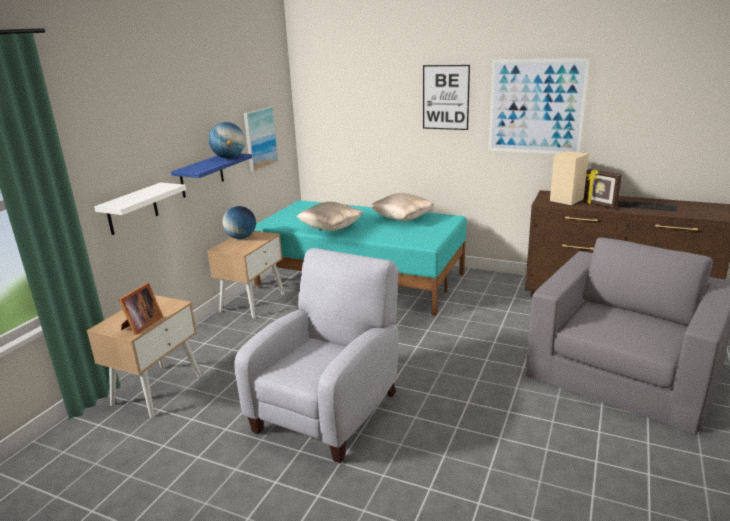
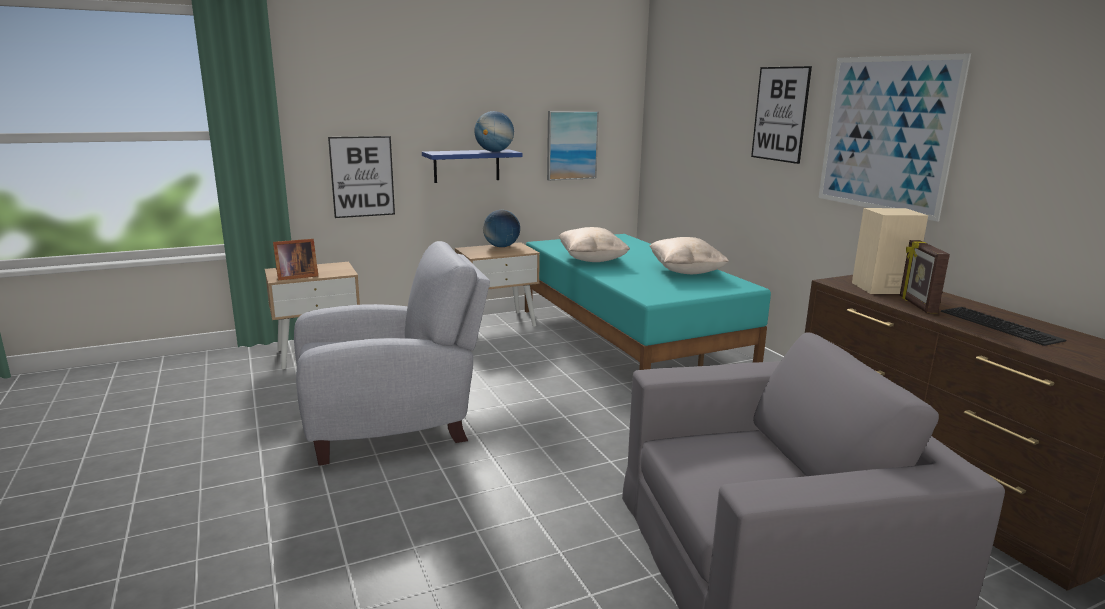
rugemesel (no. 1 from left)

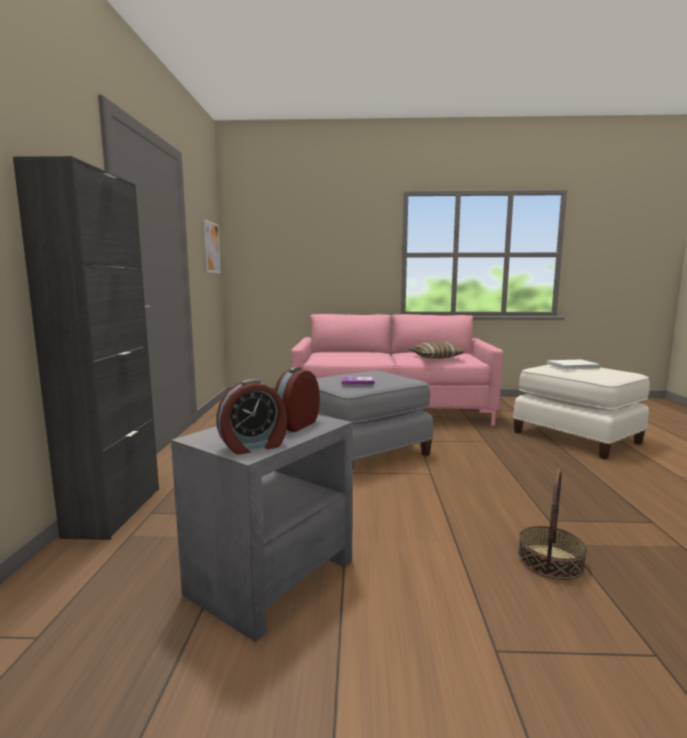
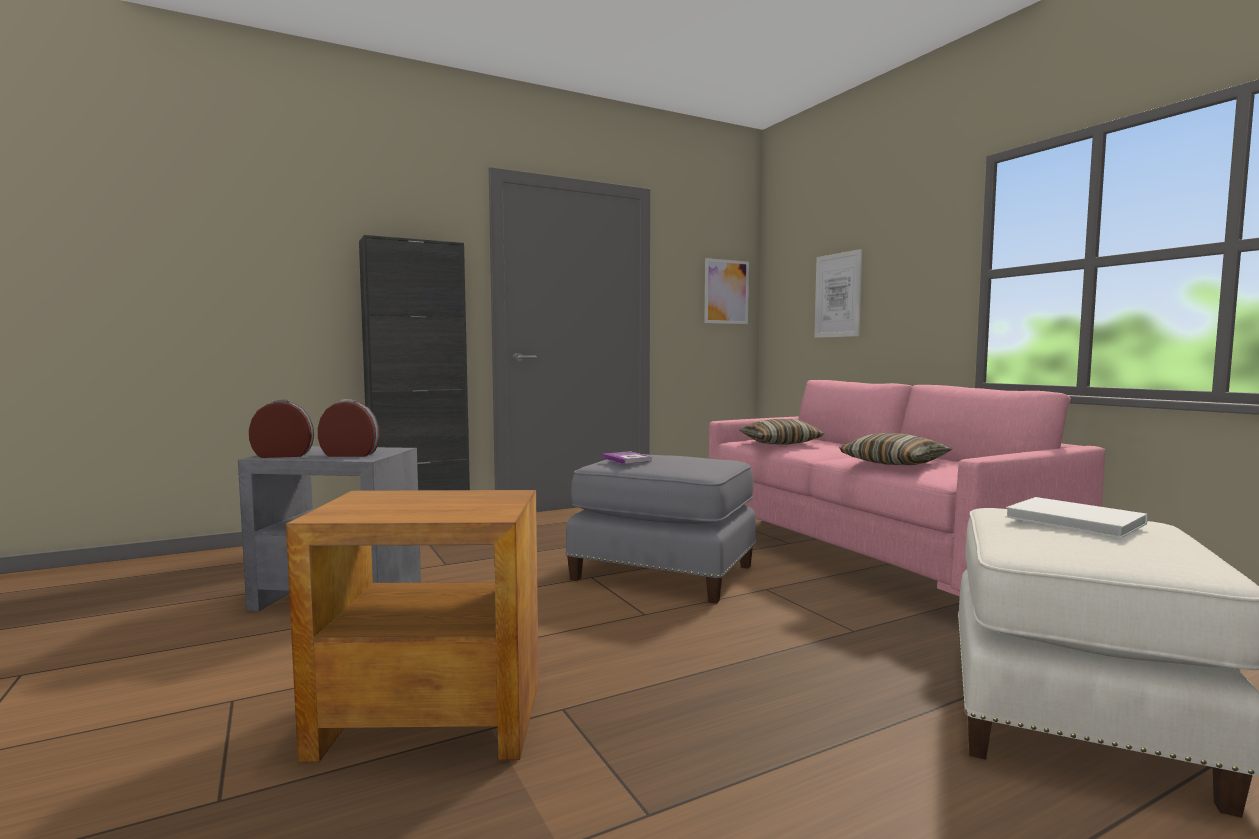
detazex (no. 1 from left)
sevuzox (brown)
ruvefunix (no. 1 from left)
rugemesel (no. 2 from left)

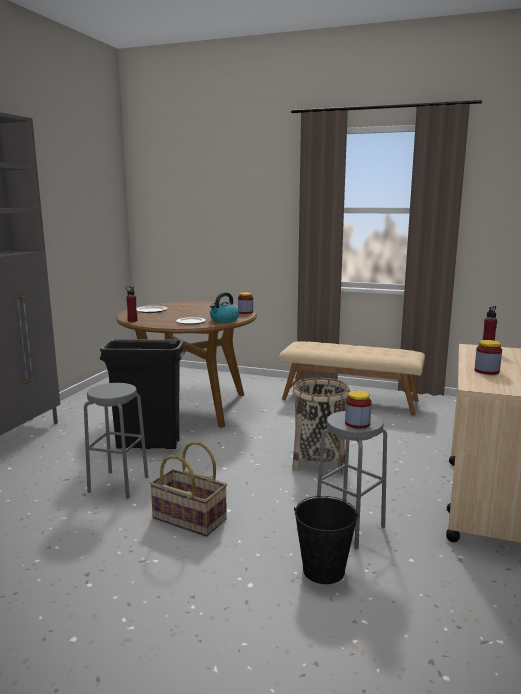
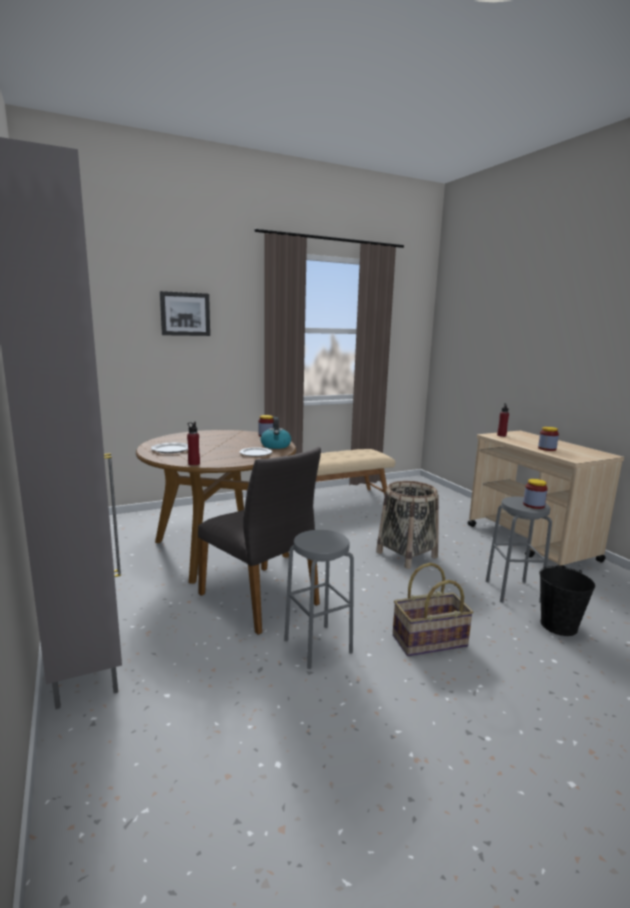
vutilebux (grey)
rugemesel

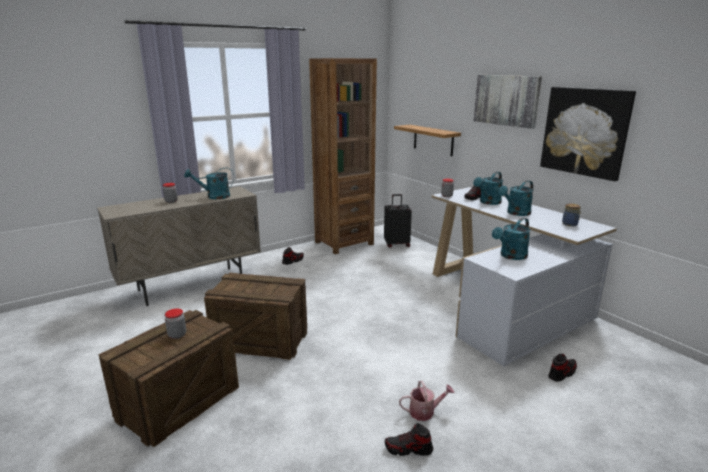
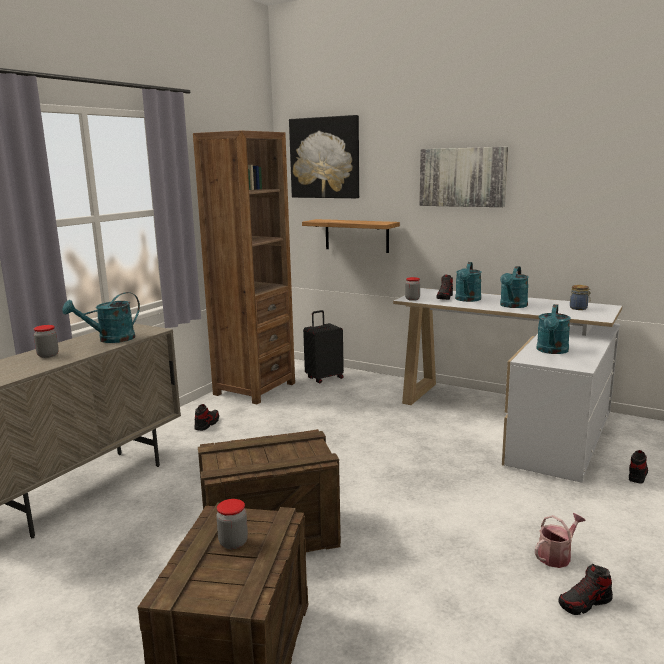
rugemesel (no. 1 from left)

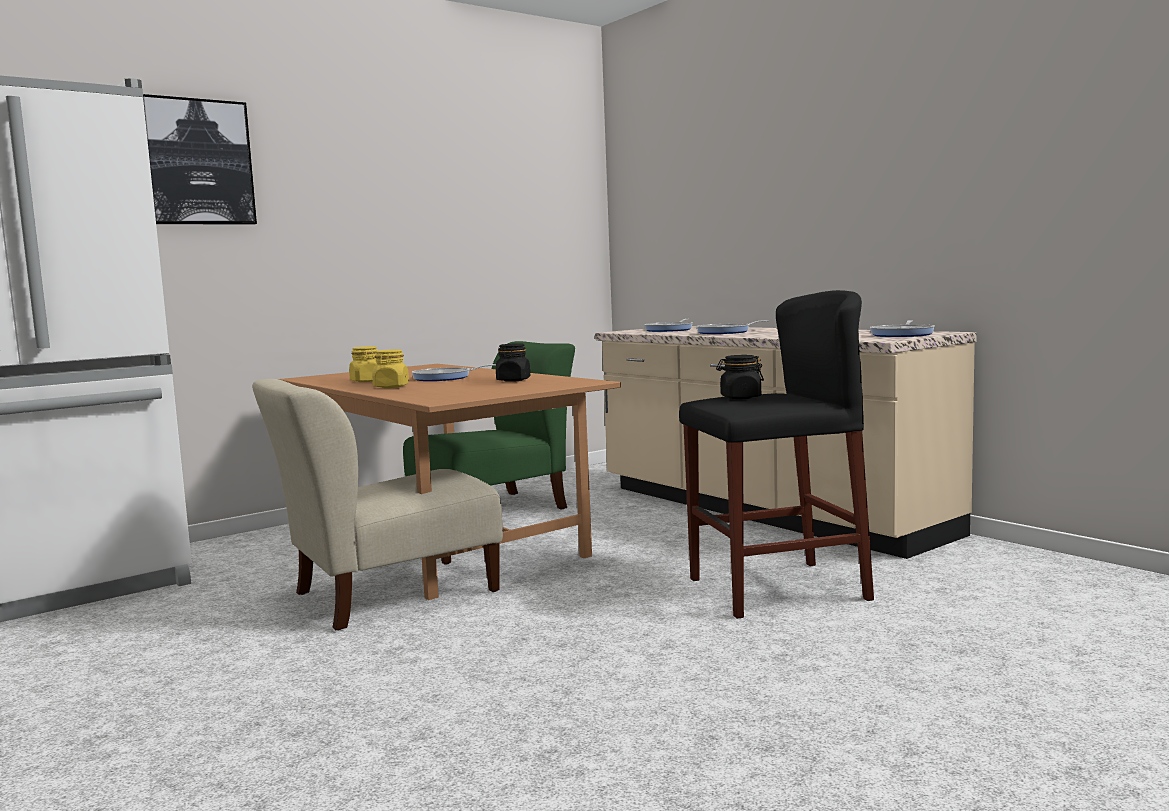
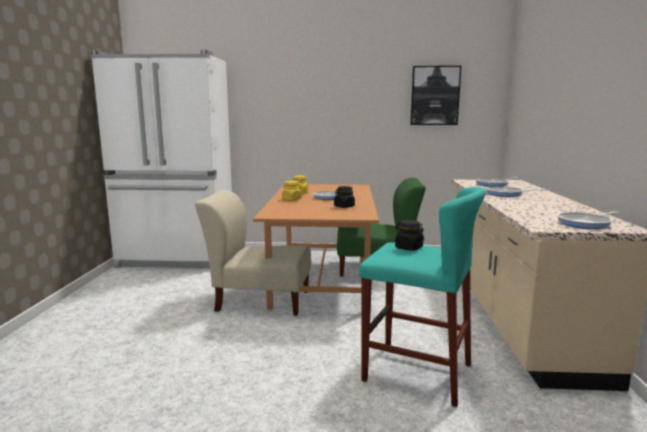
rugemesel
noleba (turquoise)

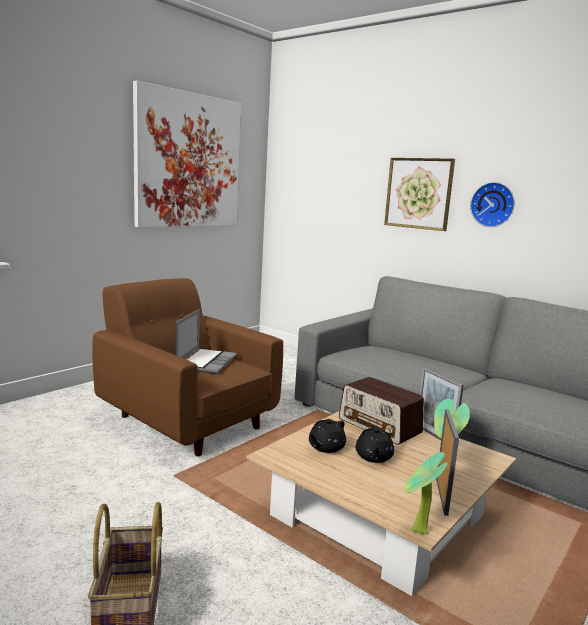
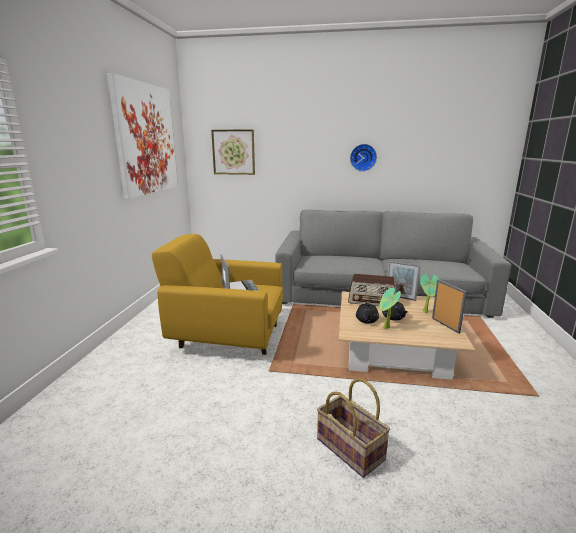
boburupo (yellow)
rugemesel (no. 2 from left)
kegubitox (no. 1 from left)

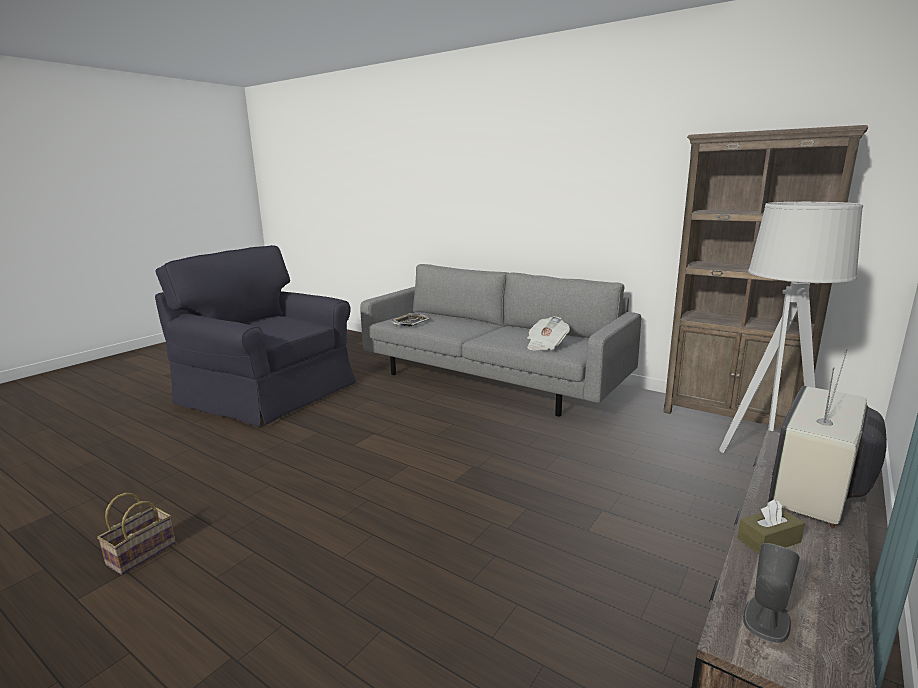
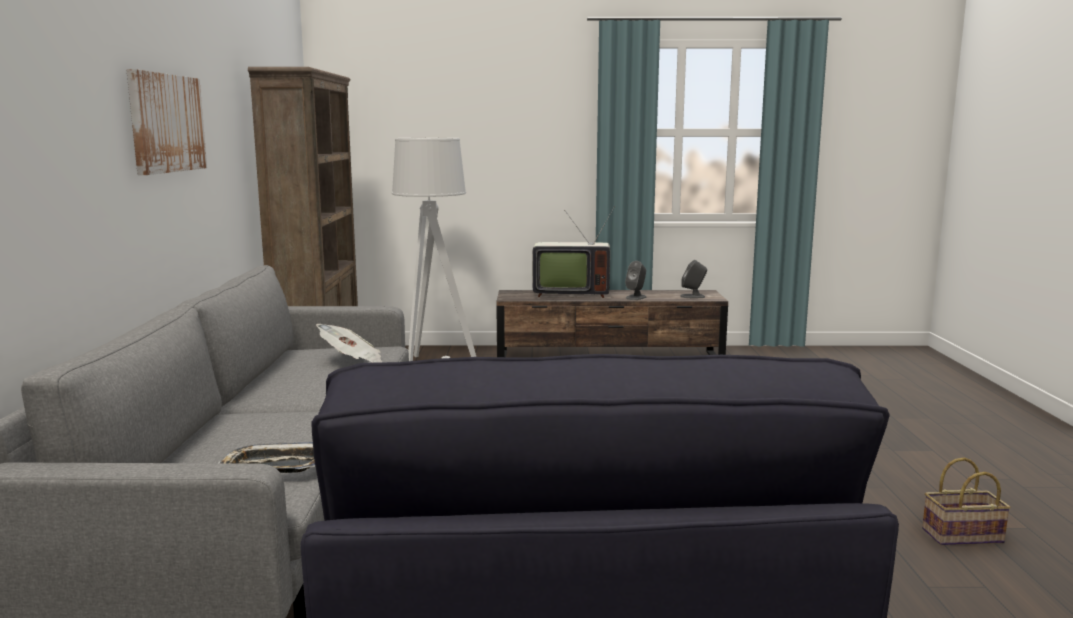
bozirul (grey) (no. 1 from left)
rugemesel

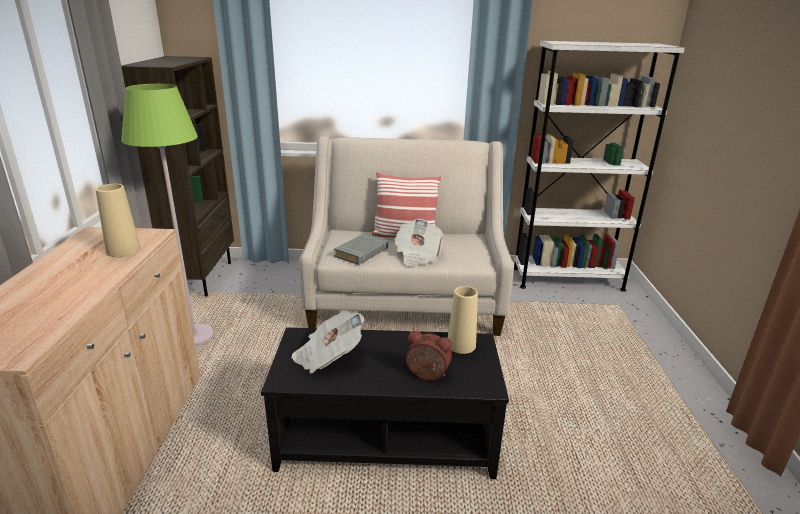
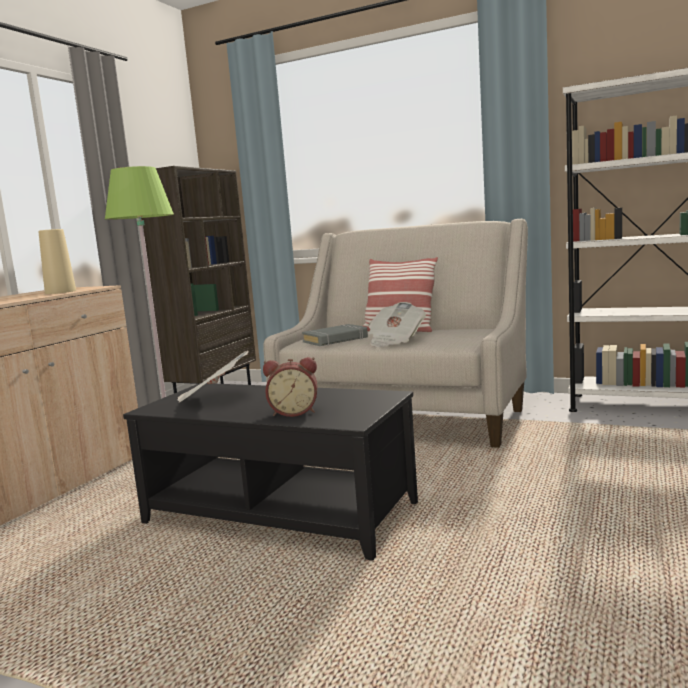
detazex
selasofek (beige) (no. 2 from left in the first image)

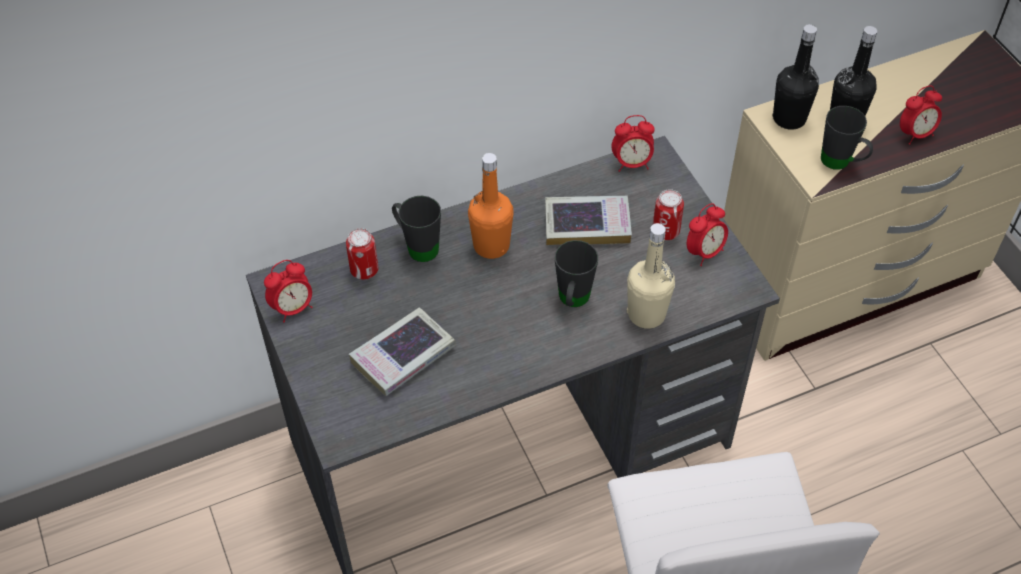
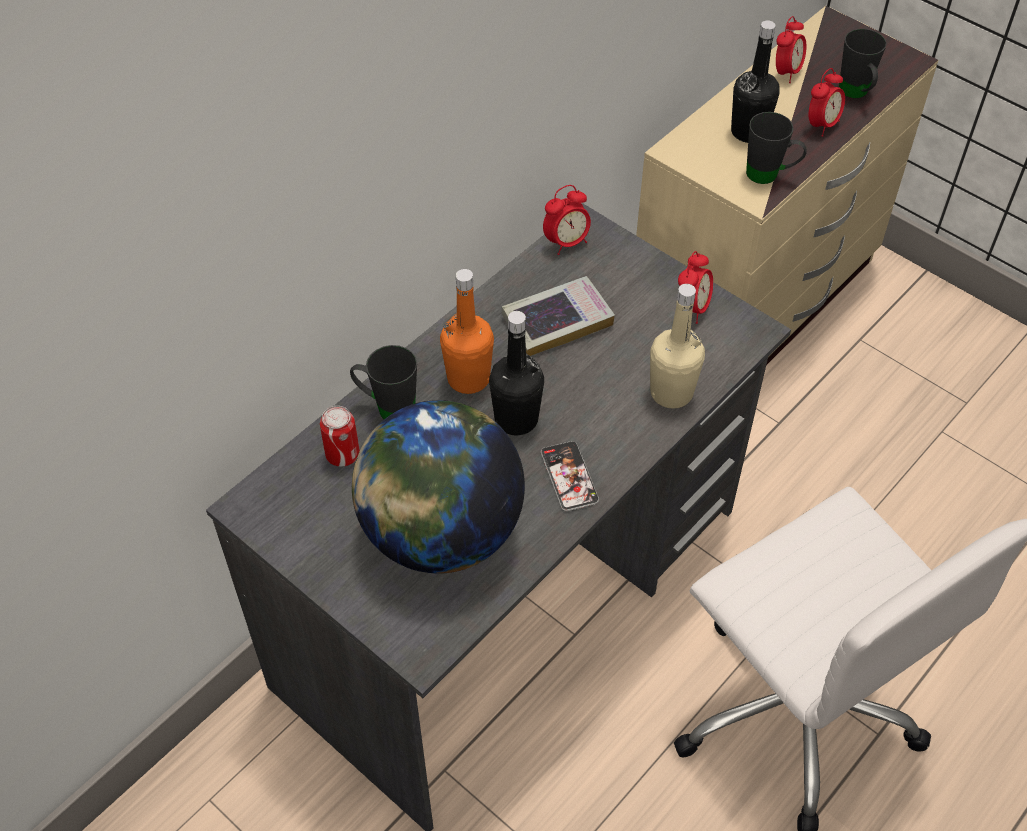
detazex (no. 3 from left)
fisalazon
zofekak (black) (no. 3 from left)
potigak (no. 2 from left in the first image)
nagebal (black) (no. 1 from left)
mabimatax

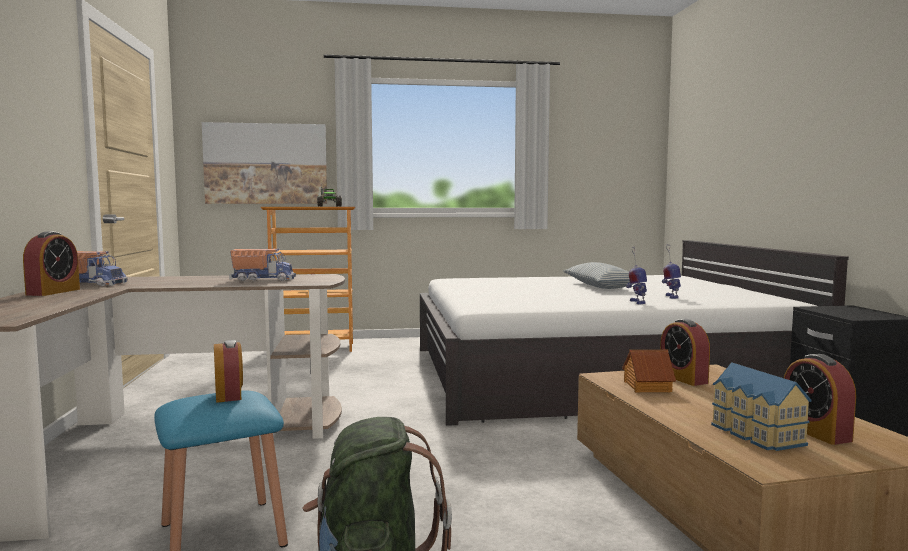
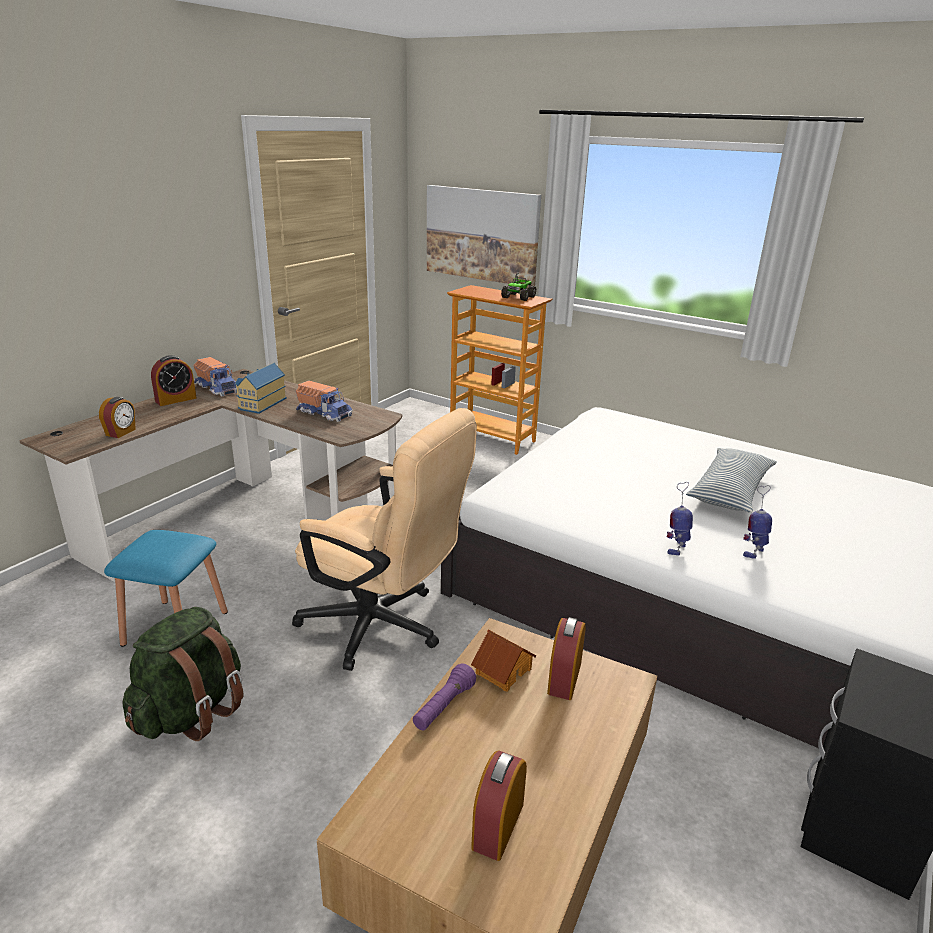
detazex (no. 1 from left)
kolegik (no. 1 from left)
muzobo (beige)
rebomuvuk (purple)

